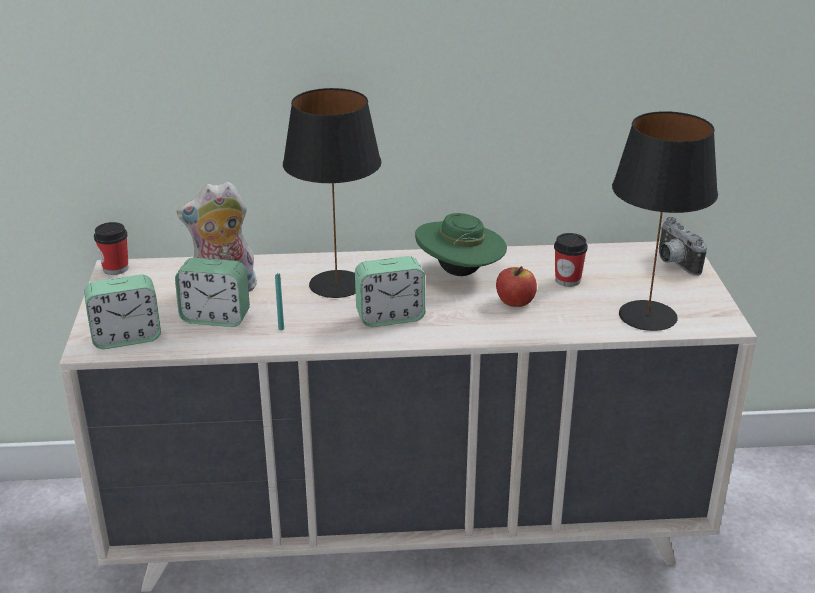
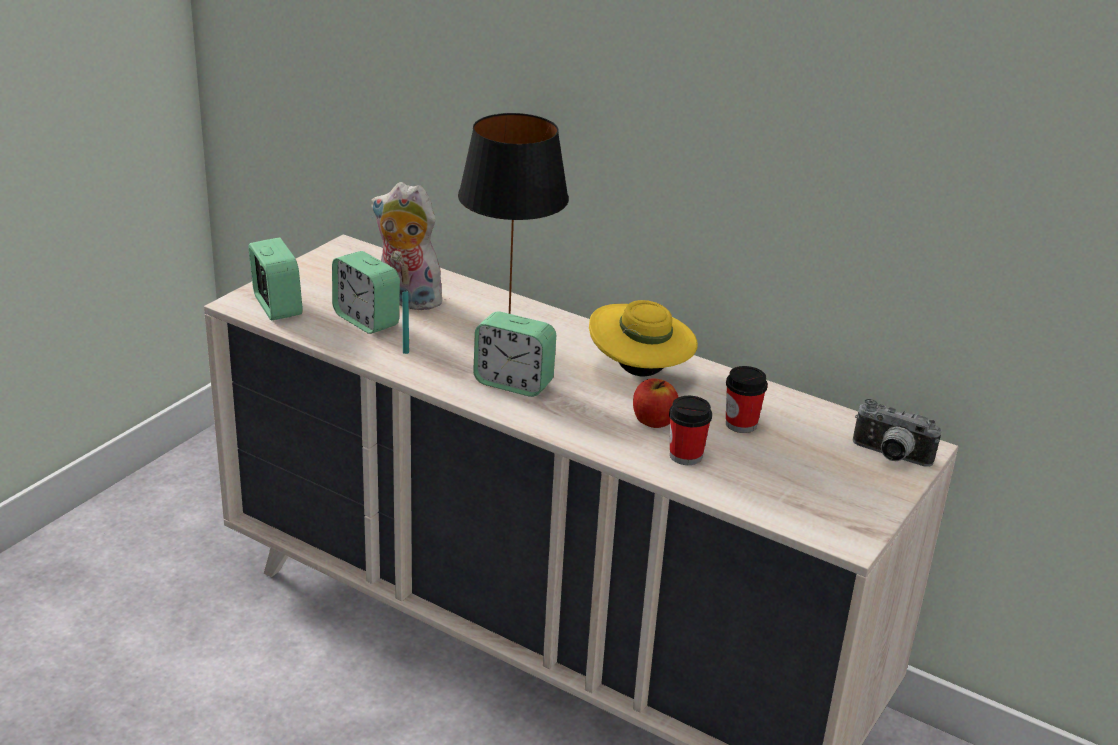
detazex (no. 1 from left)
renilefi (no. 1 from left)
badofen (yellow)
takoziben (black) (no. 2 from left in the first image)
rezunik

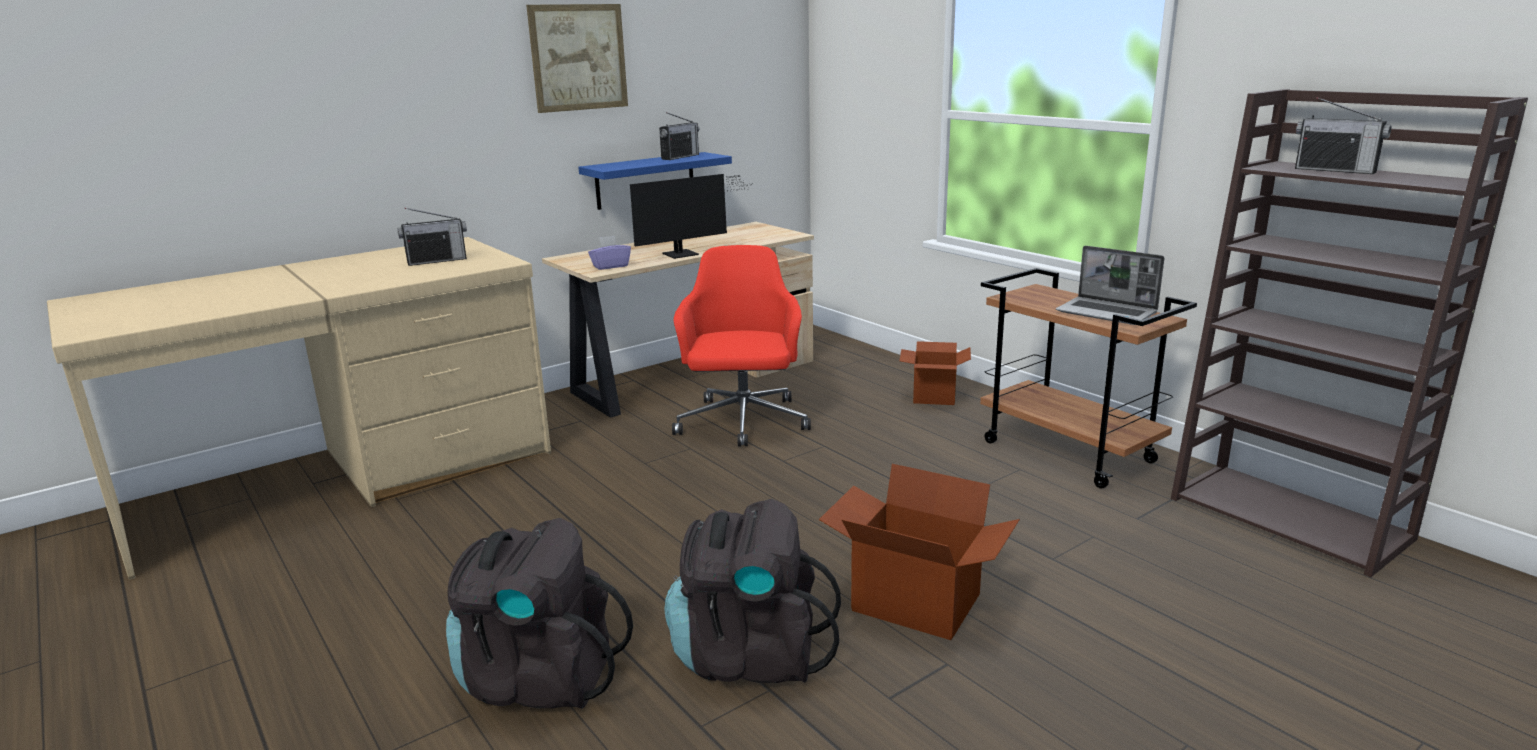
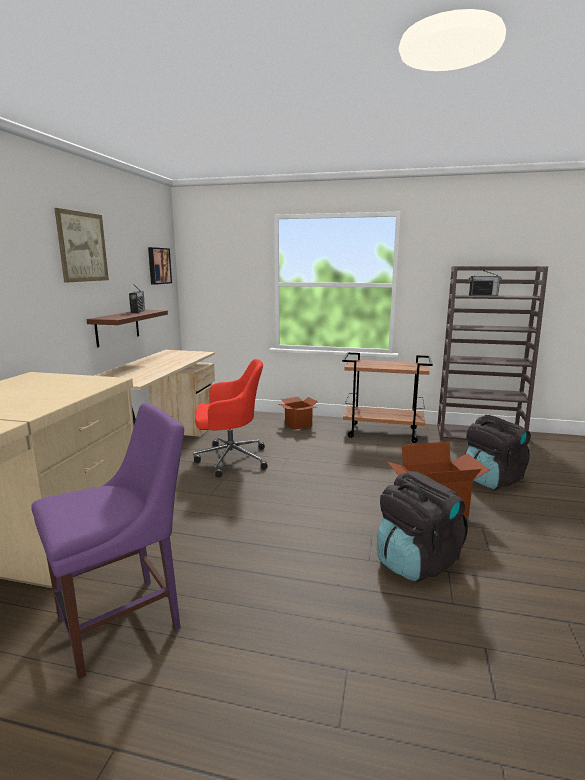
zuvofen (no. 1 from left in the first image)
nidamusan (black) (no. 2 from left)
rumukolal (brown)
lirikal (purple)
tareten
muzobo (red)
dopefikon
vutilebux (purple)
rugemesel (no. 2 from left)

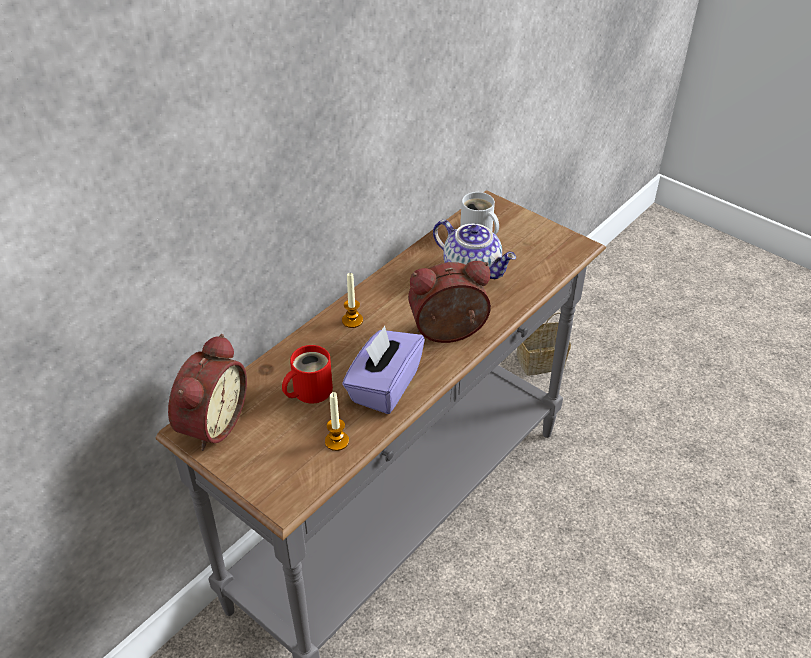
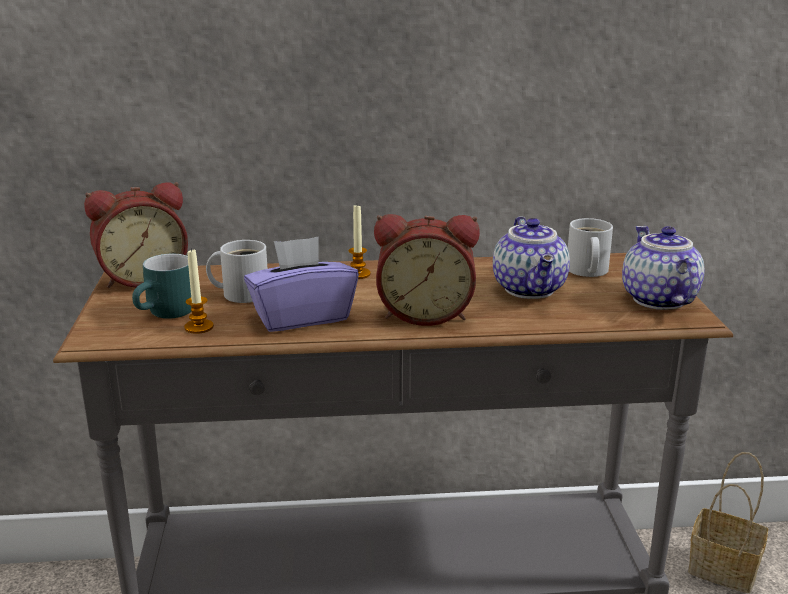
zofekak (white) (no. 1 from left)
detazex (no. 2 from left)
zofekak (turquoise)
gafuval (no. 2 from left)

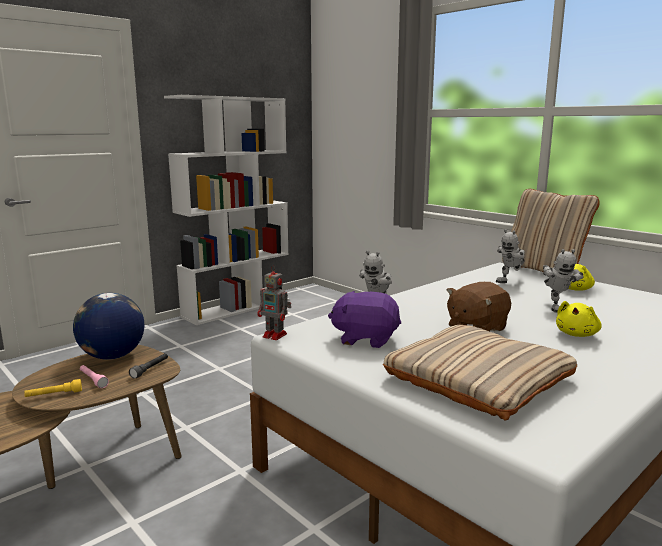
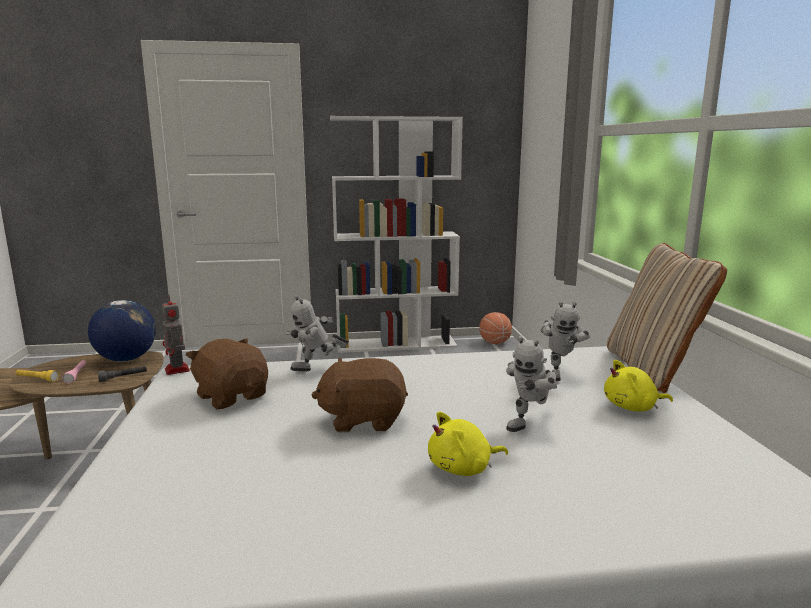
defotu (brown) (no. 1 from left)
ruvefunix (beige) (no. 1 from left in the first image)
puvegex (no. 4 from left)
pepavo

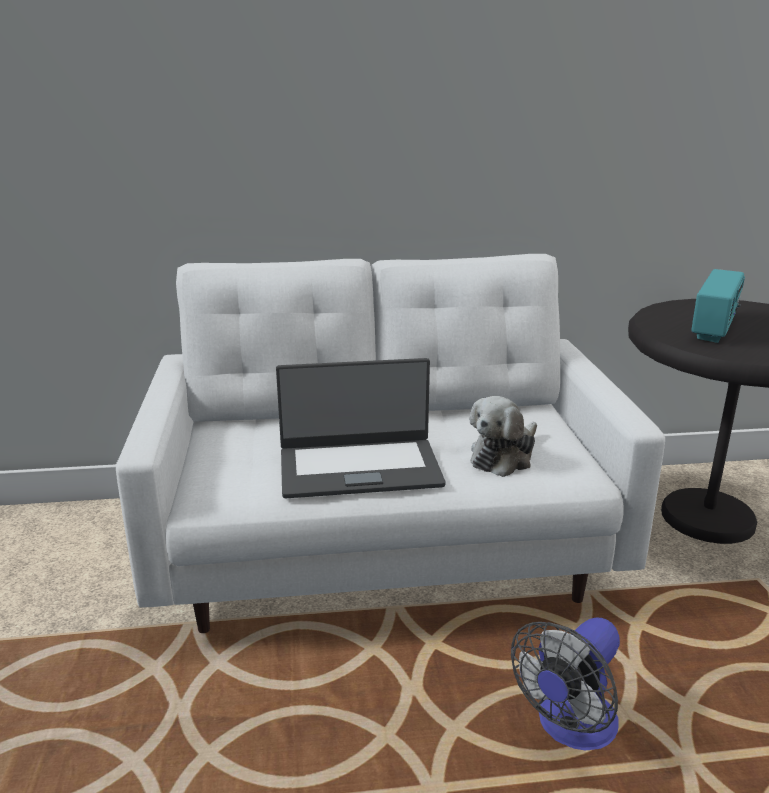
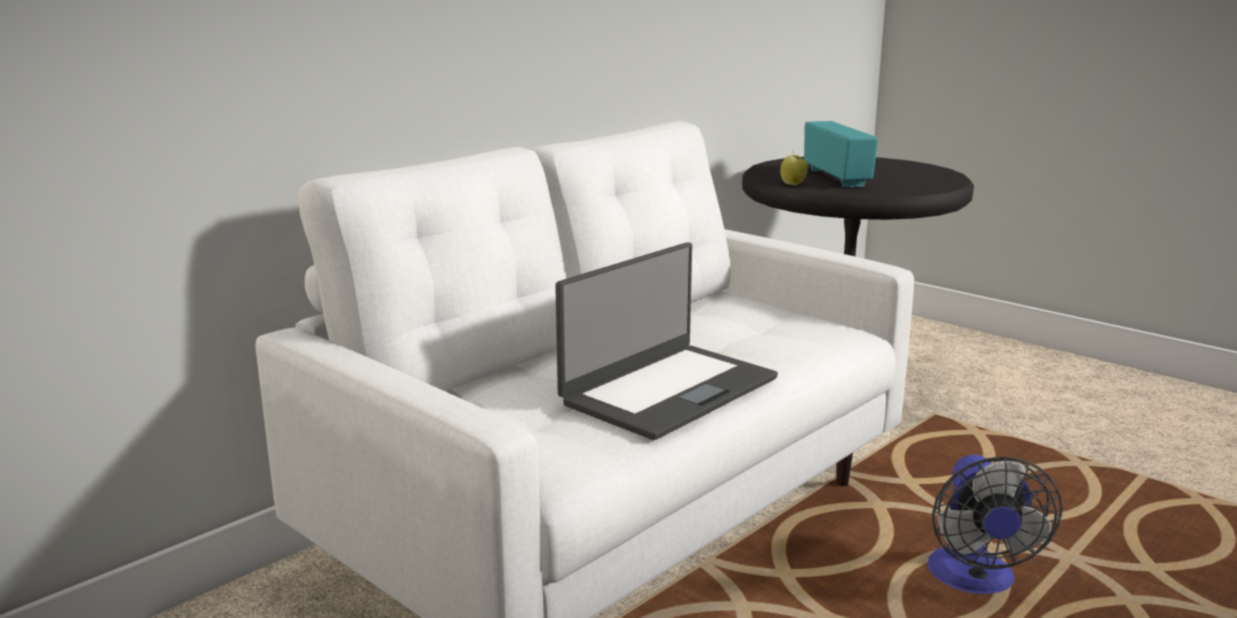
defotu
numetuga

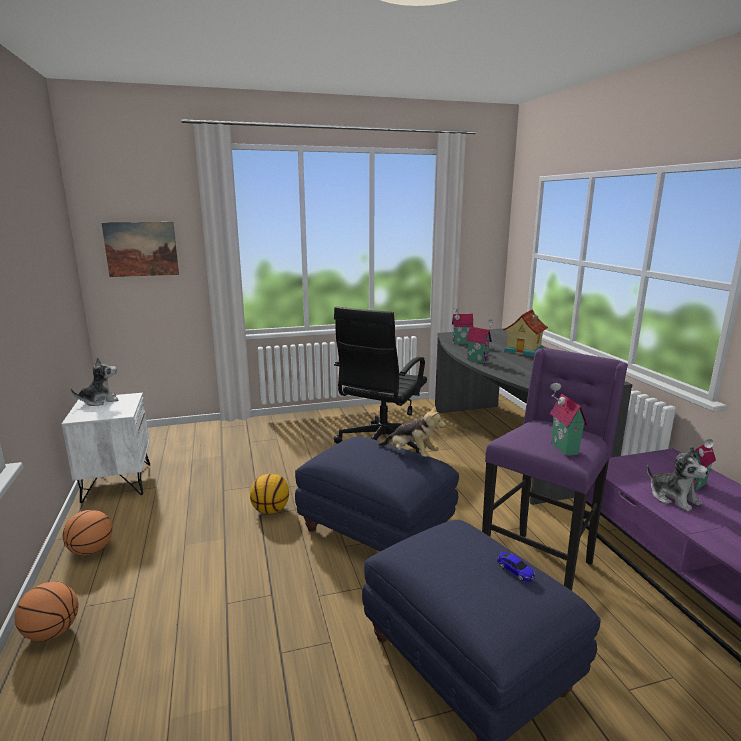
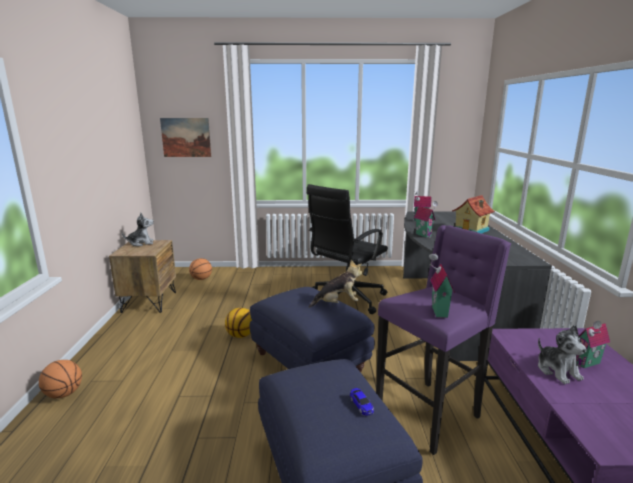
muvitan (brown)
pepavo (no. 2 from left)
defotu (no. 2 from left)

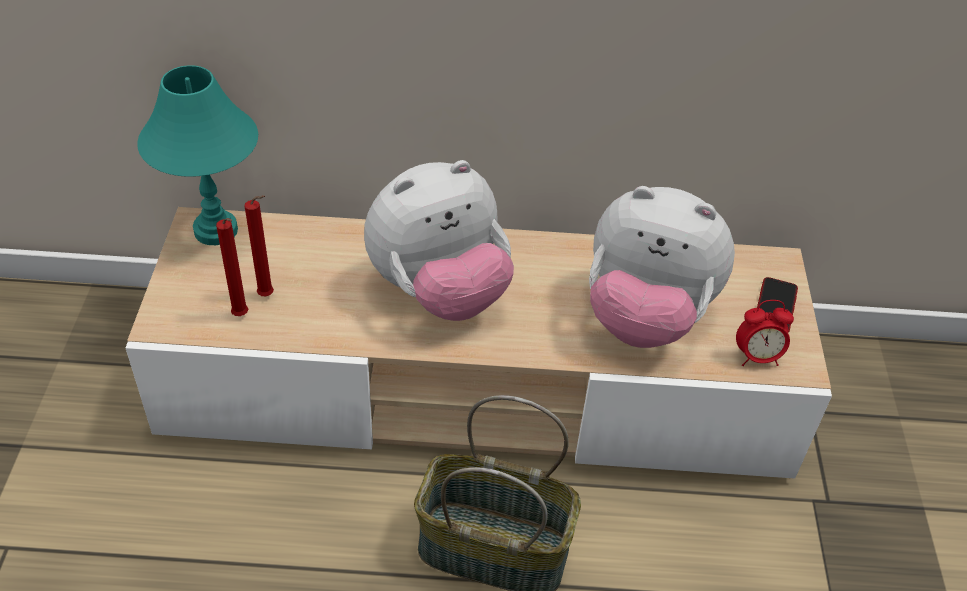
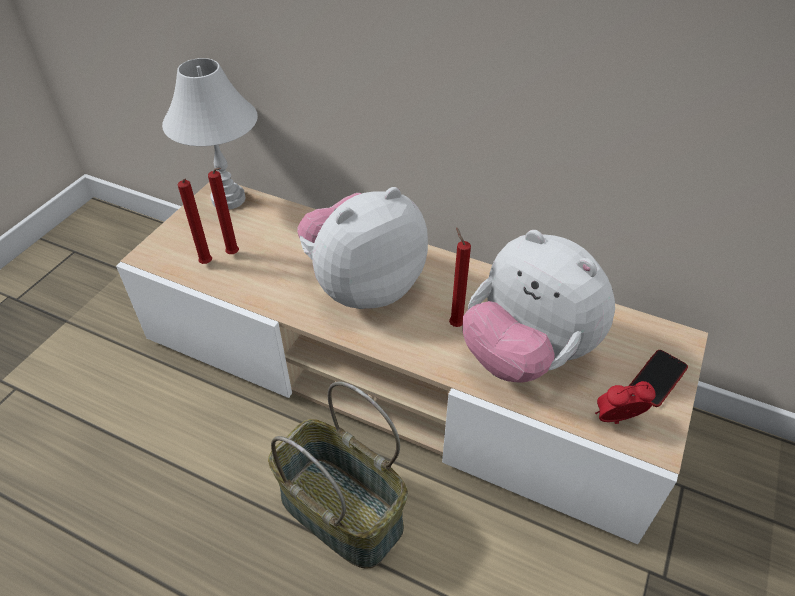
takoziben (white)
defotu (no. 1 from left)
detazex
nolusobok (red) (no. 3 from left)

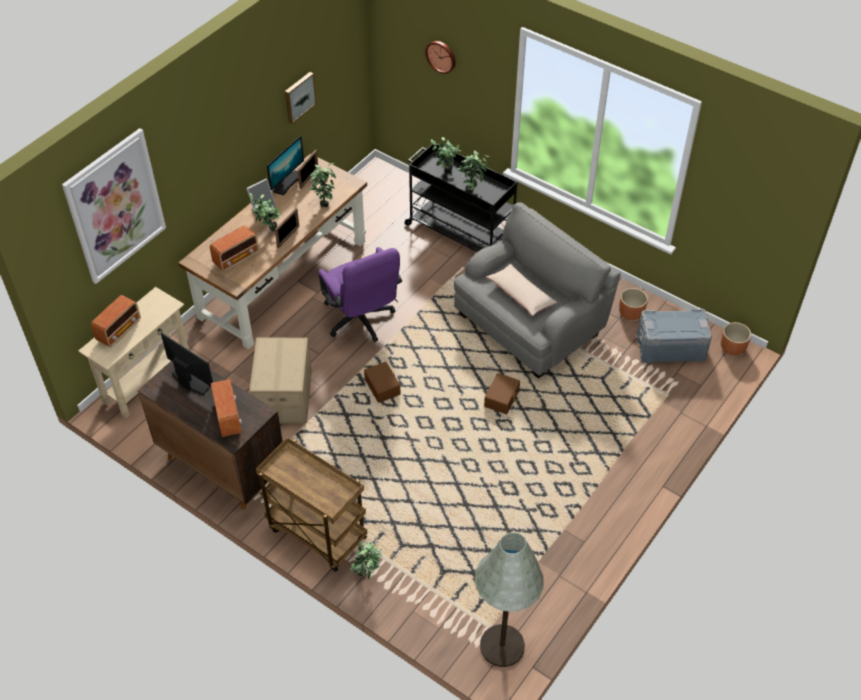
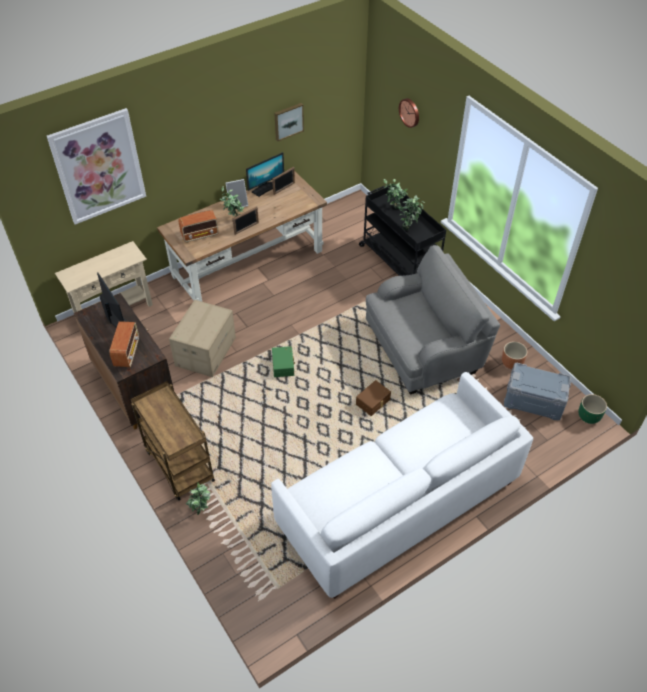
zuvofen (no. 1 from left in the first image)
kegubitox (no. 2 from left in the first image)
muzobo (purple)
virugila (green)
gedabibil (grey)
ruvefunix (beige)
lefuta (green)
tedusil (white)

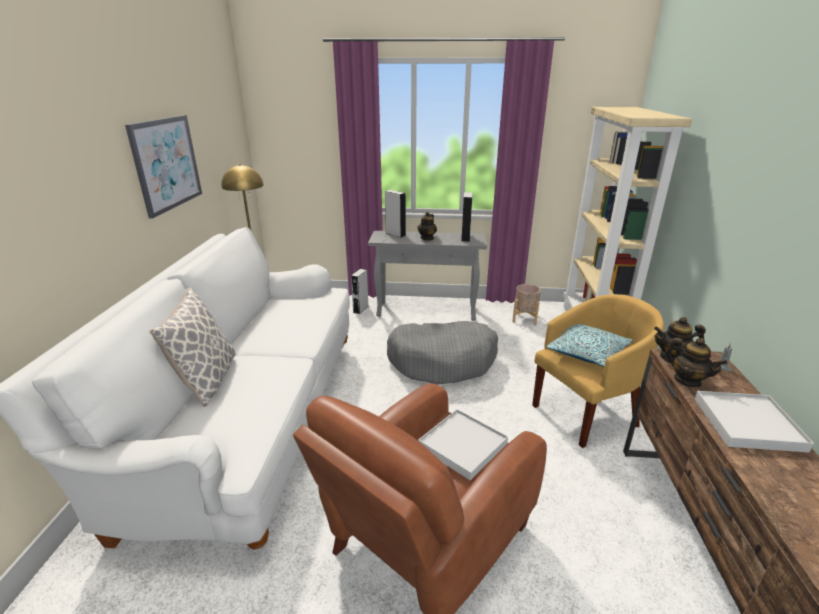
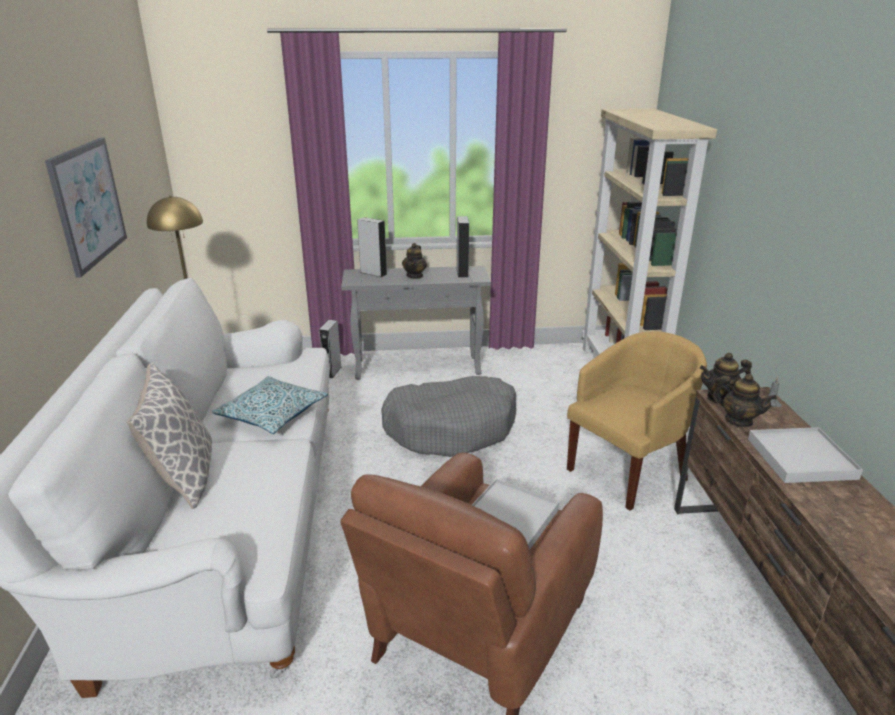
lefuta (beige)
ruvefunix (no. 2 from left)

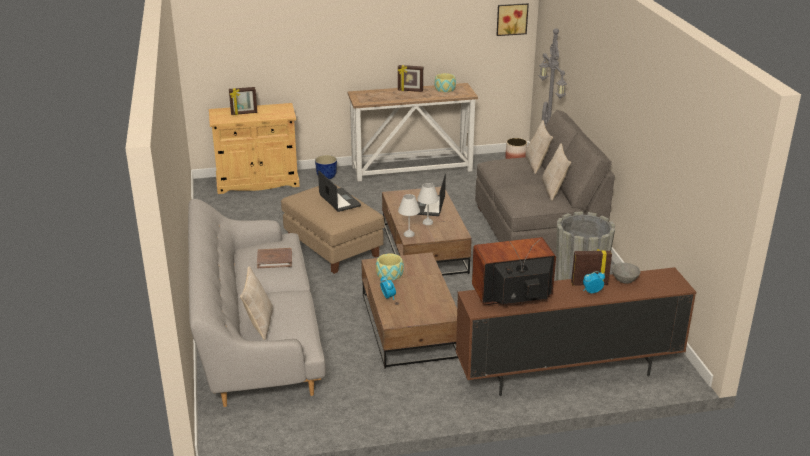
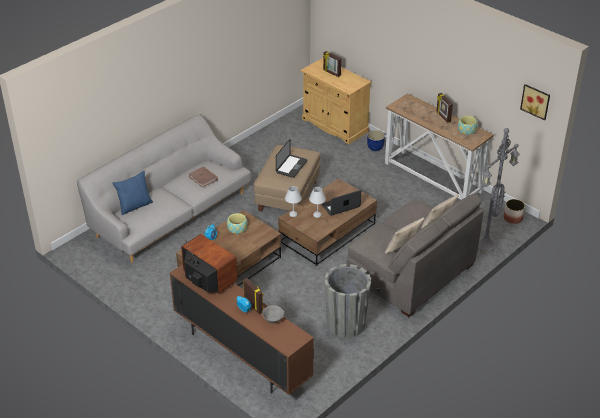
ruvefunix (blue)

